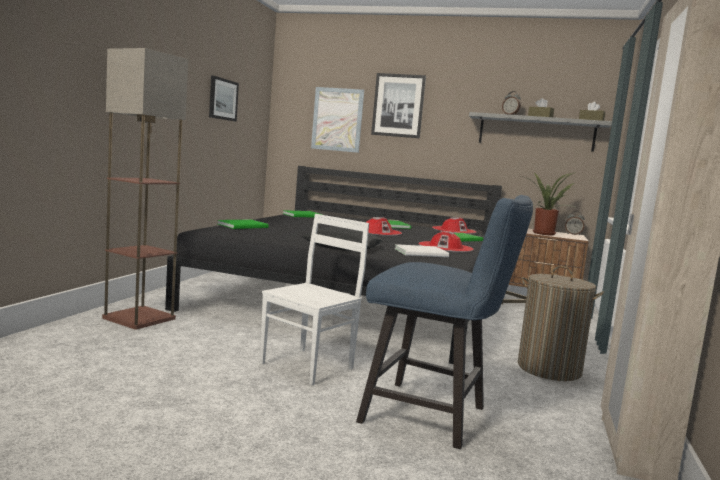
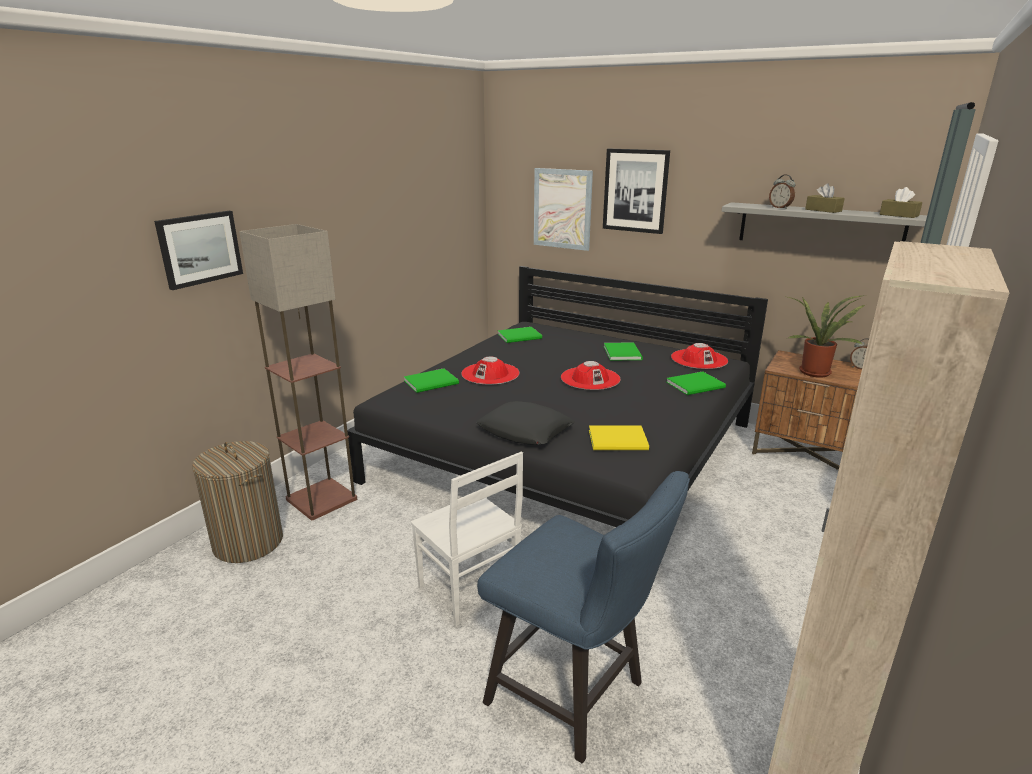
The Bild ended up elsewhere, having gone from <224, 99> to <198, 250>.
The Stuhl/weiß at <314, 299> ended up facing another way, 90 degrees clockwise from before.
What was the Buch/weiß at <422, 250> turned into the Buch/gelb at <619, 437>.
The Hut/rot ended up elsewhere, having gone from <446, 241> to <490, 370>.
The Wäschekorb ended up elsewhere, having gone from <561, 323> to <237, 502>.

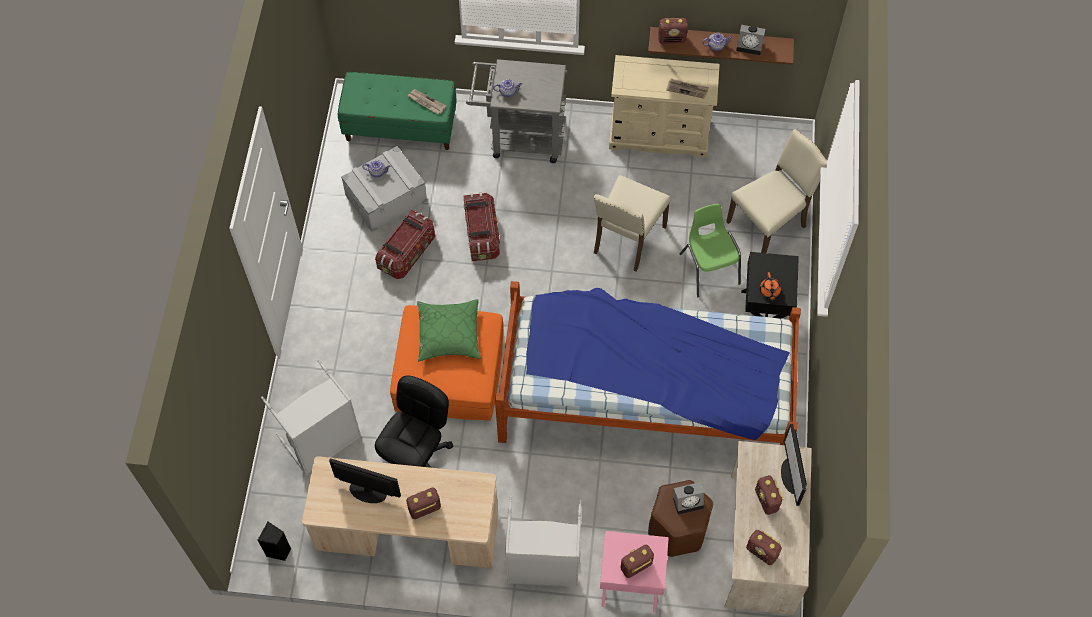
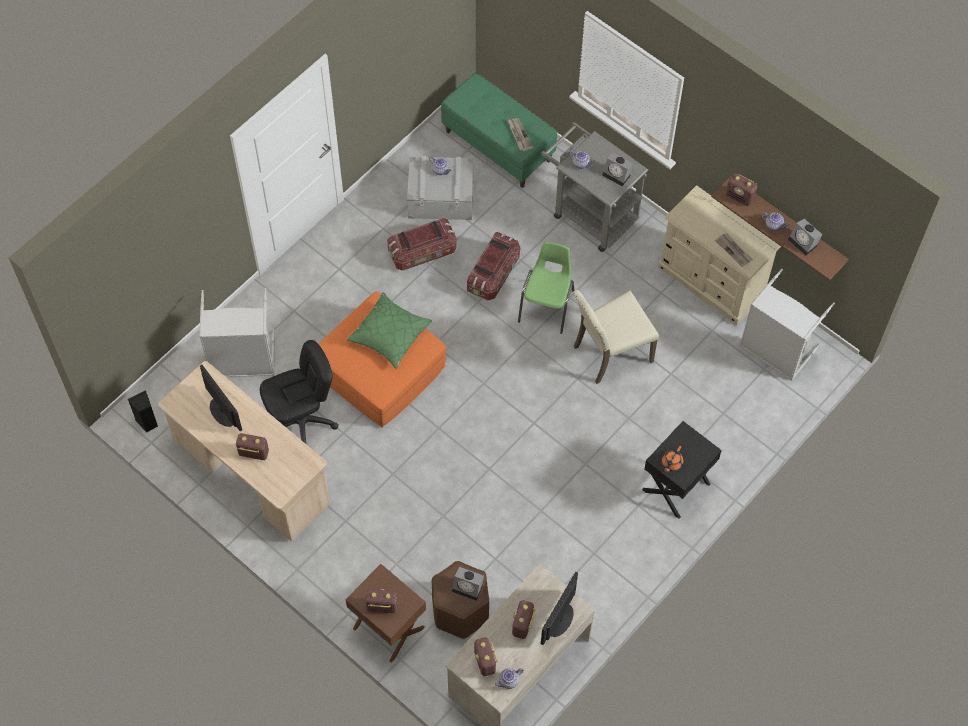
The second view lost the Bett at <648, 363>.
The Wäschekorb/grau ended up elsewhere, having gone from <543, 541> to <787, 325>.
What was the Nachttisch/rosa at <634, 572> turned into the Nachttisch/braun at <385, 613>.
The Stuhl/grün ended up elsewhere, having gone from <710, 250> to <546, 288>.
The second view lost the Stuhl/beige at <776, 191>.
The second view gained the Teekanne at <509, 678>.
The second view gained the Wecker at <617, 169>.

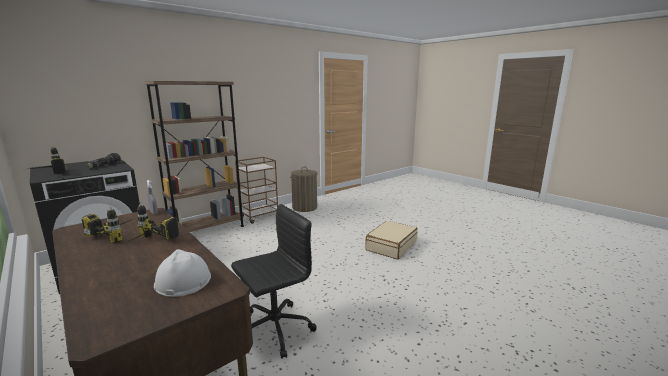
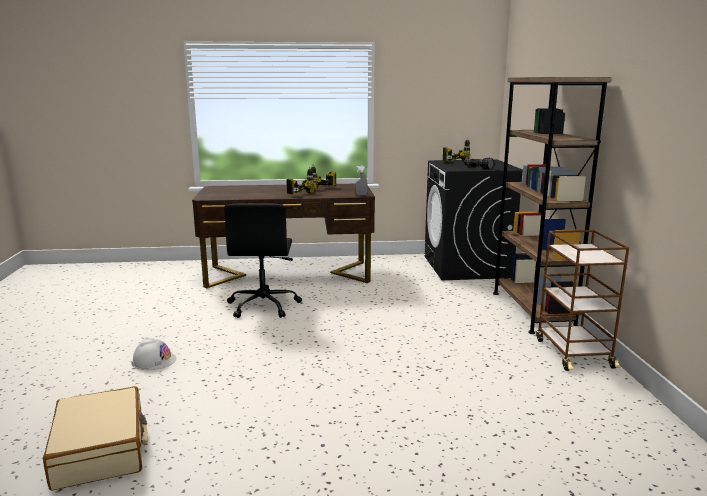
The Schutzhelm/weiß ended up elsewhere, having gone from <182, 273> to <154, 353>.
The second view lost the Wäschekorb at <304, 189>.
The Koffer/beige ended up elsewhere, having gone from <391, 240> to <95, 438>.

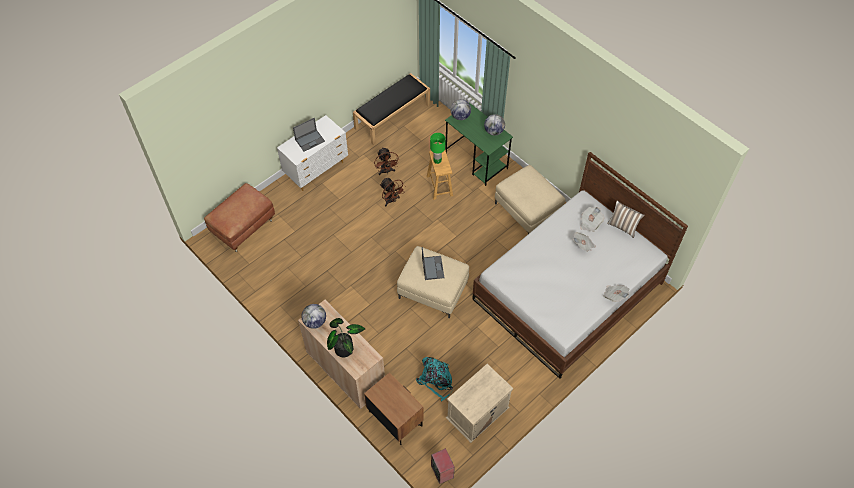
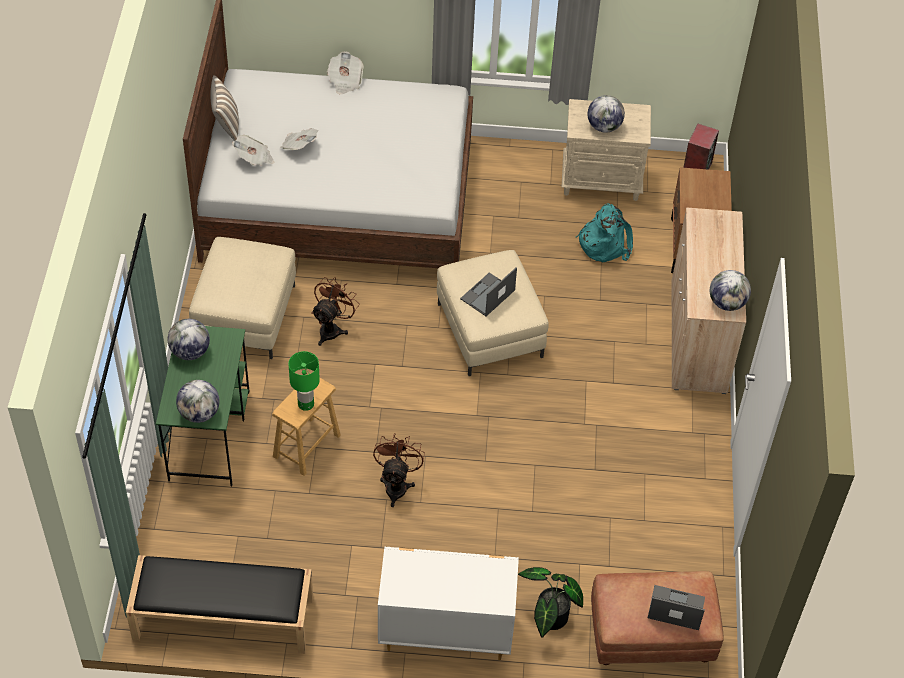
The Laptop ended up elsewhere, having gone from <309, 134> to <676, 607>.
The Topfpflanze ended up elsewhere, having gone from <346, 337> to <550, 602>.
The Ventilator/braun ended up elsewhere, having gone from <387, 161> to <335, 311>.
The second view gained the Globus at <606, 114>.

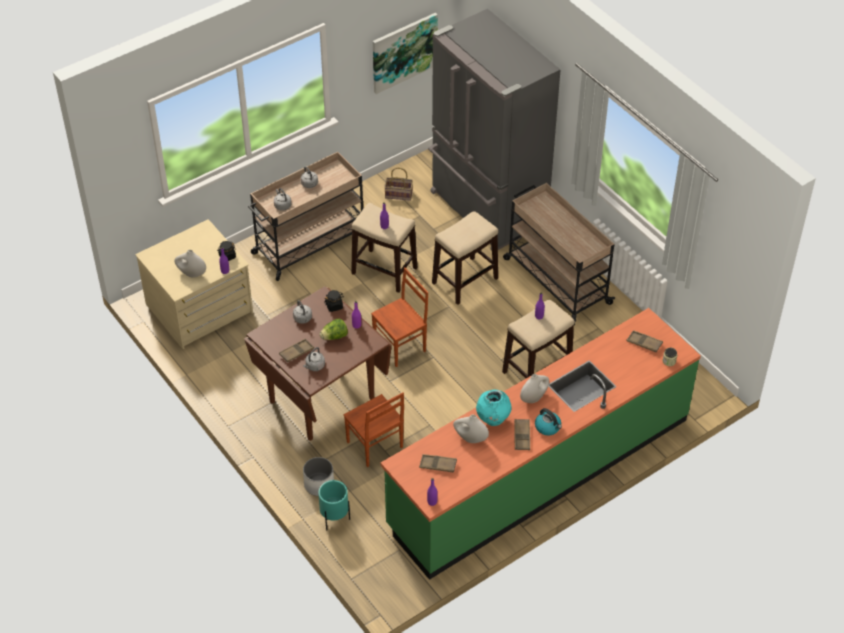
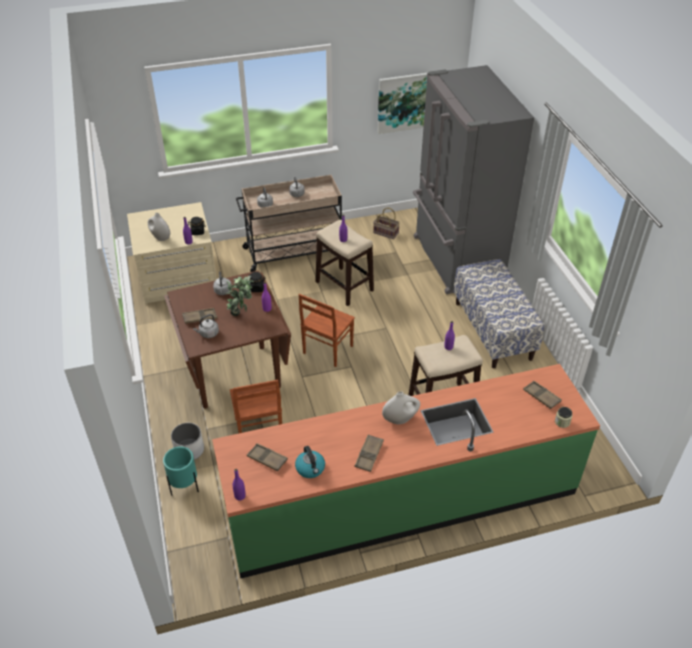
Where the Salatkopf stood at <334, 329>, the Topfpflanze came to stand at <239, 296>.
The Stuhl/braun at <399, 317> ended up facing another way, 135 degrees clockwise from before.
The second view lost the Hocker at <465, 258>.
The second view lost the Vase/weiß at <471, 429>.
The second view lost the Vase/türkis at <493, 408>.
Where the Rollwagen/beige stood at <559, 254>, the Bank came to stand at <499, 313>.
The Wasserkessel ended up elsewhere, having gone from <548, 421> to <310, 462>.

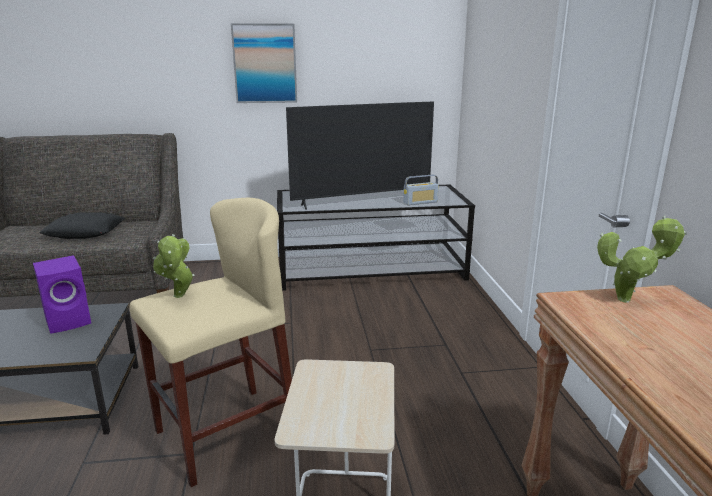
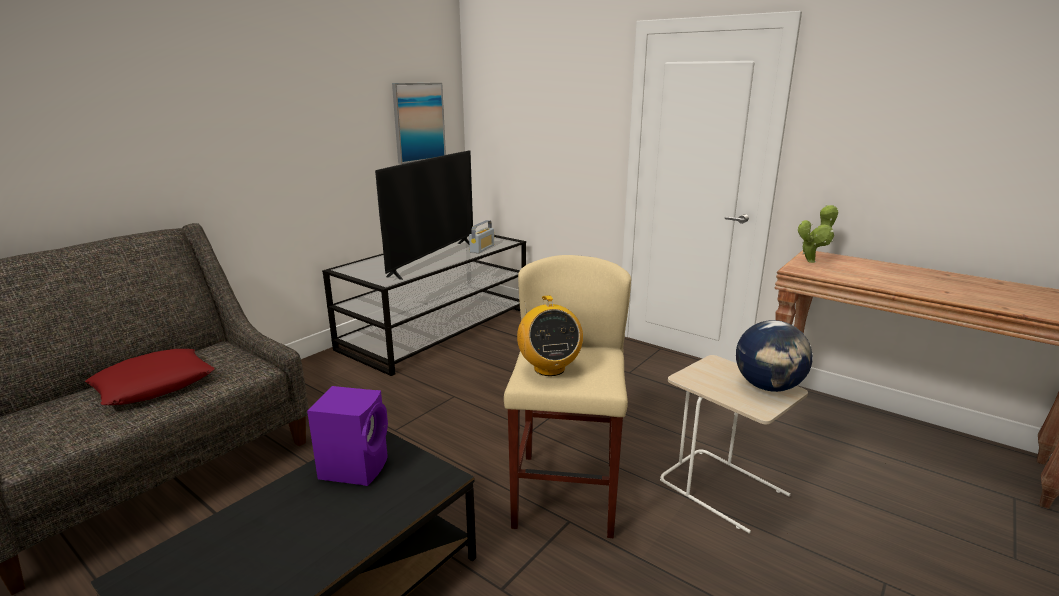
What was the Kissen/schwarz at <82, 225> turned into the Kissen/rot at <149, 377>.
Where the Topfpflanze stood at <173, 266>, the Radio came to stand at <550, 335>.
The Bild ended up elsewhere, having gone from <264, 63> to <419, 123>.
The second view gained the Globus at <774, 356>.

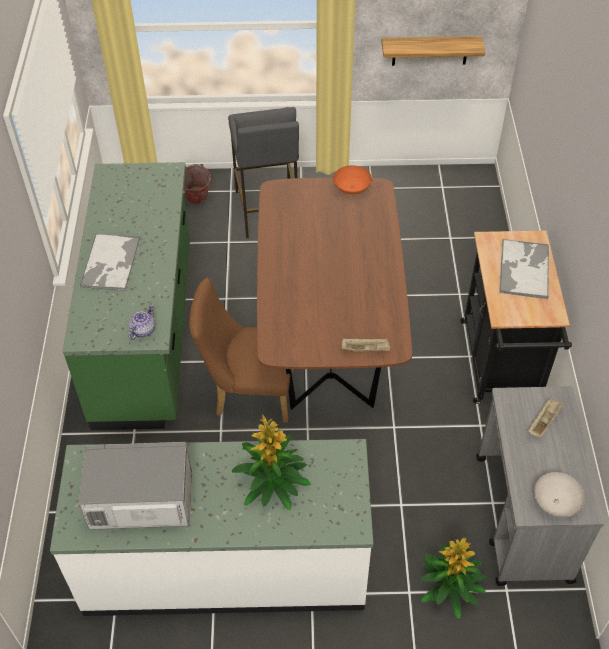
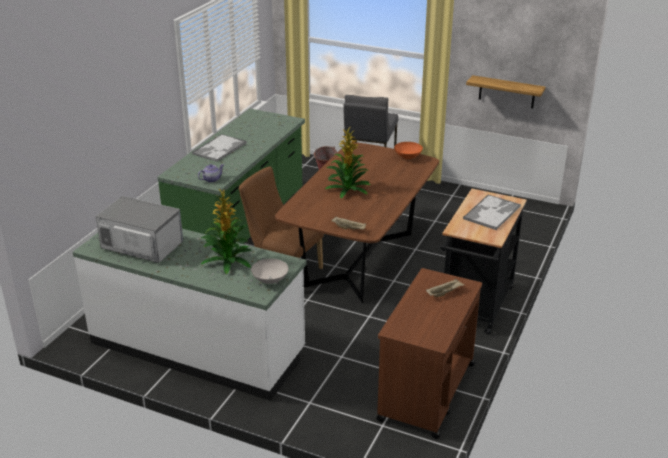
The Topfpflanze ended up elsewhere, having gone from <453, 578> to <347, 162>.
What was the Rollwagen/grau at <540, 486> turned into the Rollwagen/braun at <429, 353>.
The Schüssel/weiß ended up elsewhere, having gone from <559, 494> to <270, 271>.

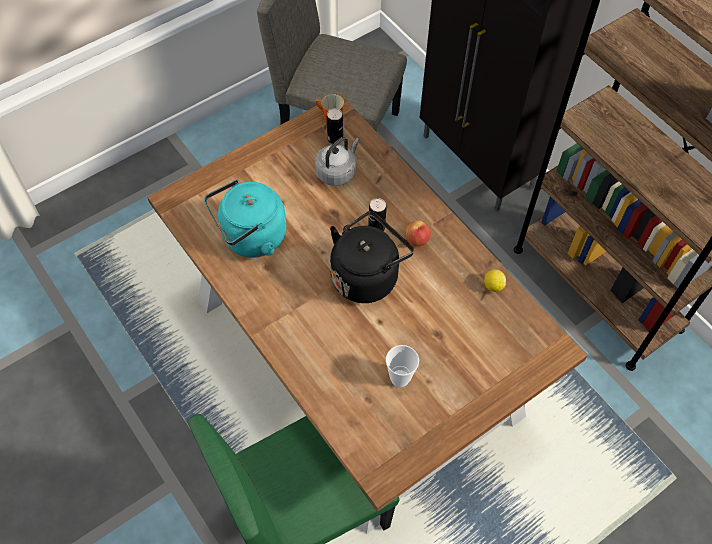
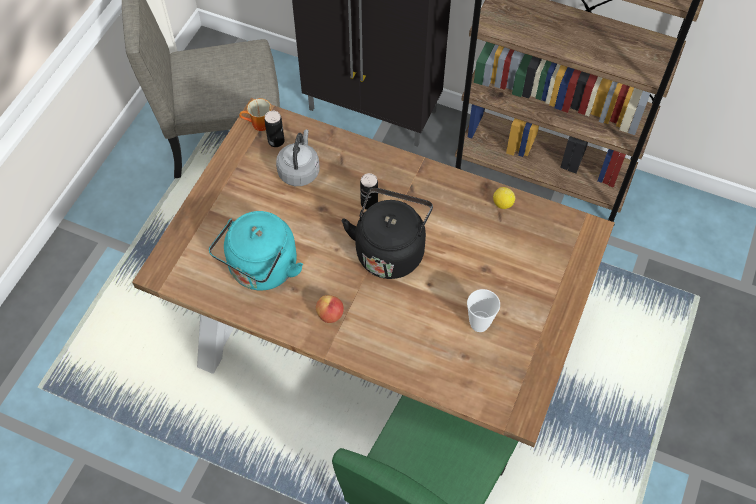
The Apfel ended up elsewhere, having gone from <418, 233> to <330, 309>.

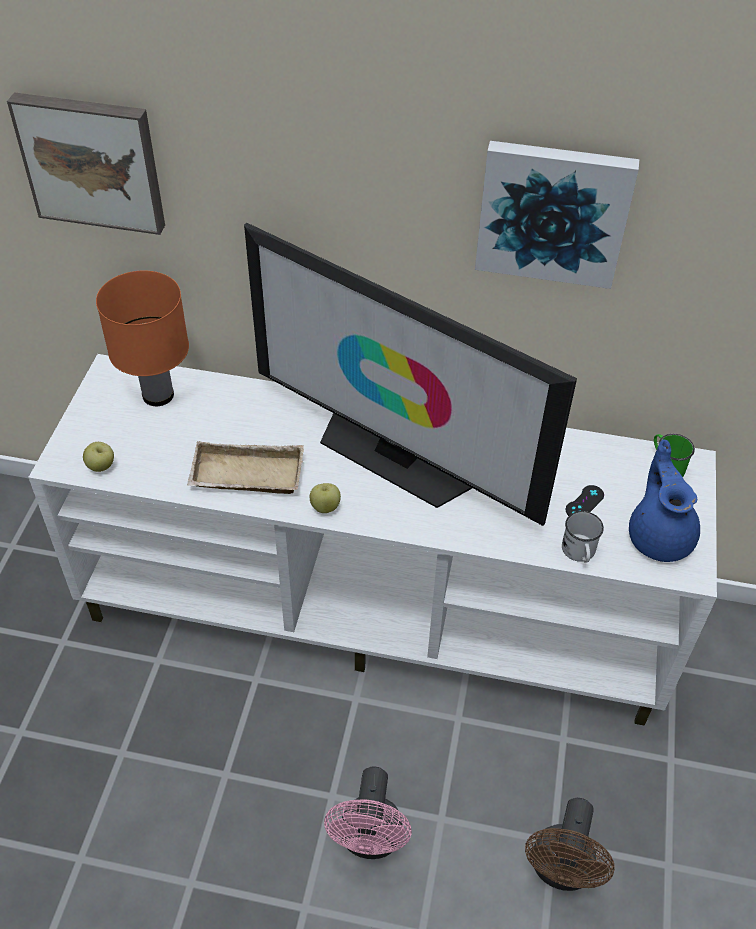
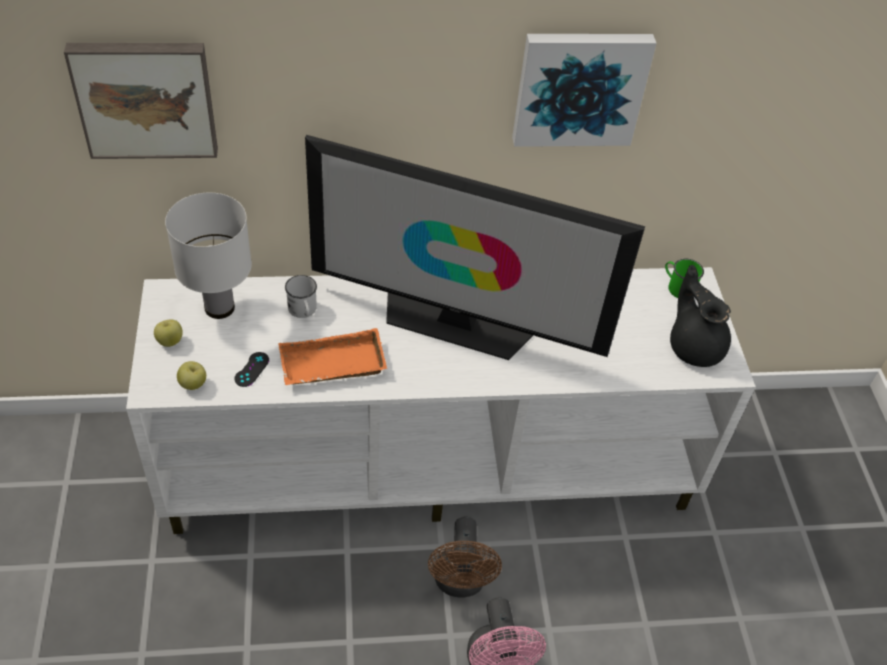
What was the Tischlampe/orange at <142, 338> turned into the Tischlampe/weiß at <208, 256>.
What was the Tablett/beige at <245, 467> turned into the Tablett/orange at <332, 356>.
The Apfel ended up elsewhere, having gone from <325, 498> to <168, 333>.
The Ventilator/braun ended up elsewhere, having gone from <570, 844> to <465, 557>.
The Henkelbecher/weiß ended up elsewhere, having gone from <583, 536> to <301, 296>.
The Gamepad/schwarz ended up elsewhere, having gone from <585, 500> to <251, 369>.
What was the Teekanne/blau at <664, 501> turned into the Teekanne/schwarz at <700, 316>.

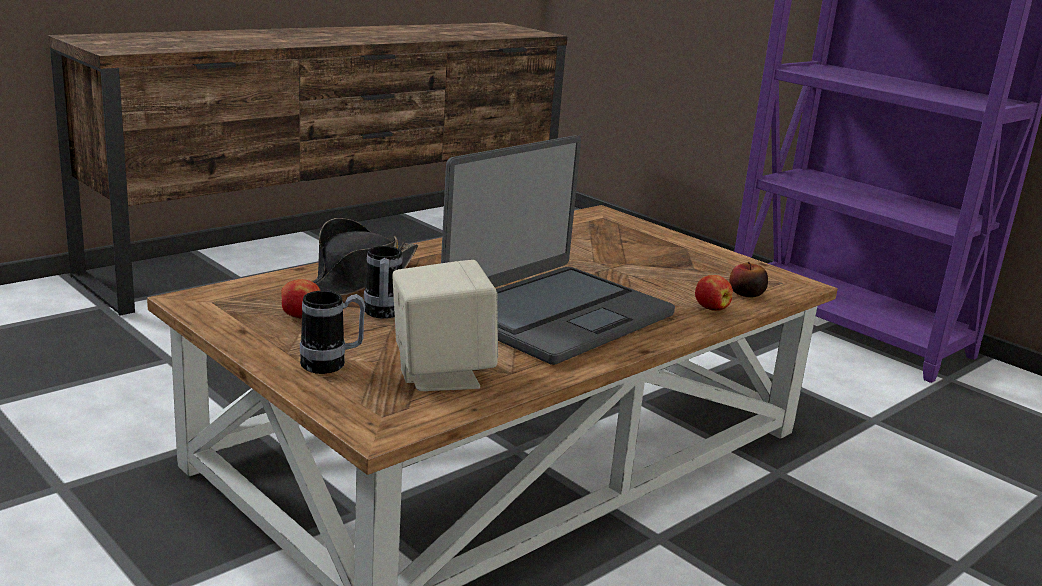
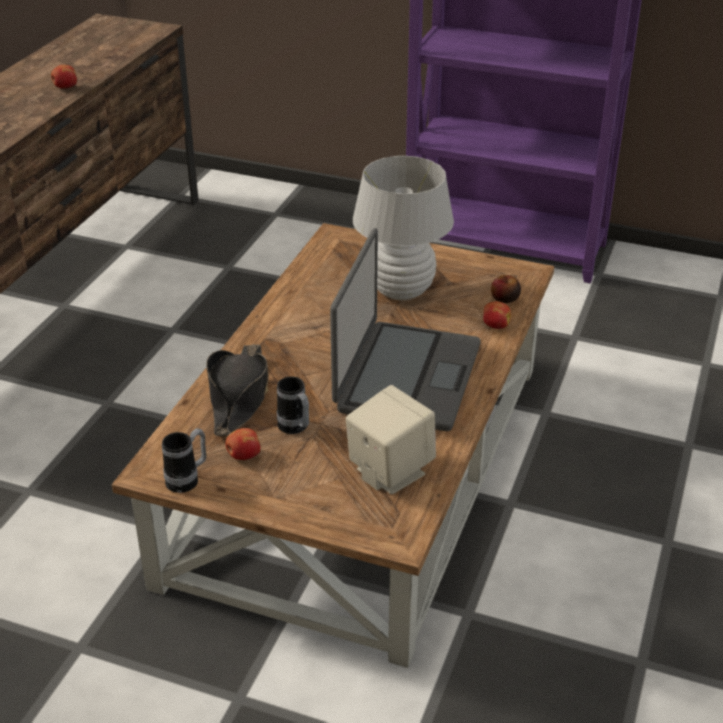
The Henkelbecher ended up elsewhere, having gone from <333, 332> to <184, 460>.
The second view gained the Apfel at <64, 77>.
The second view gained the Tischlampe/weiß at <403, 228>.

